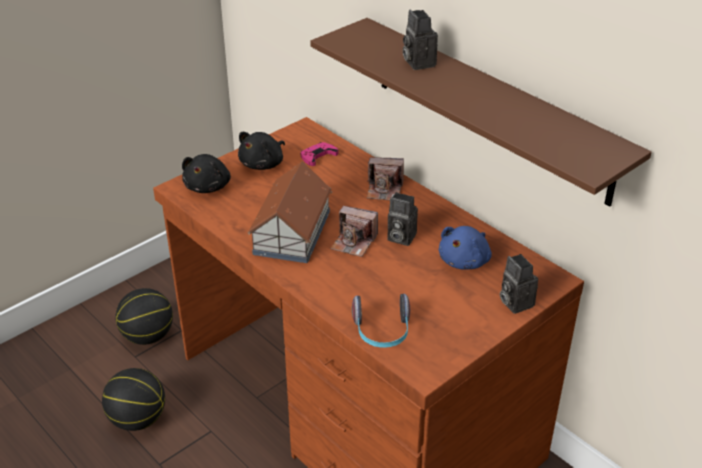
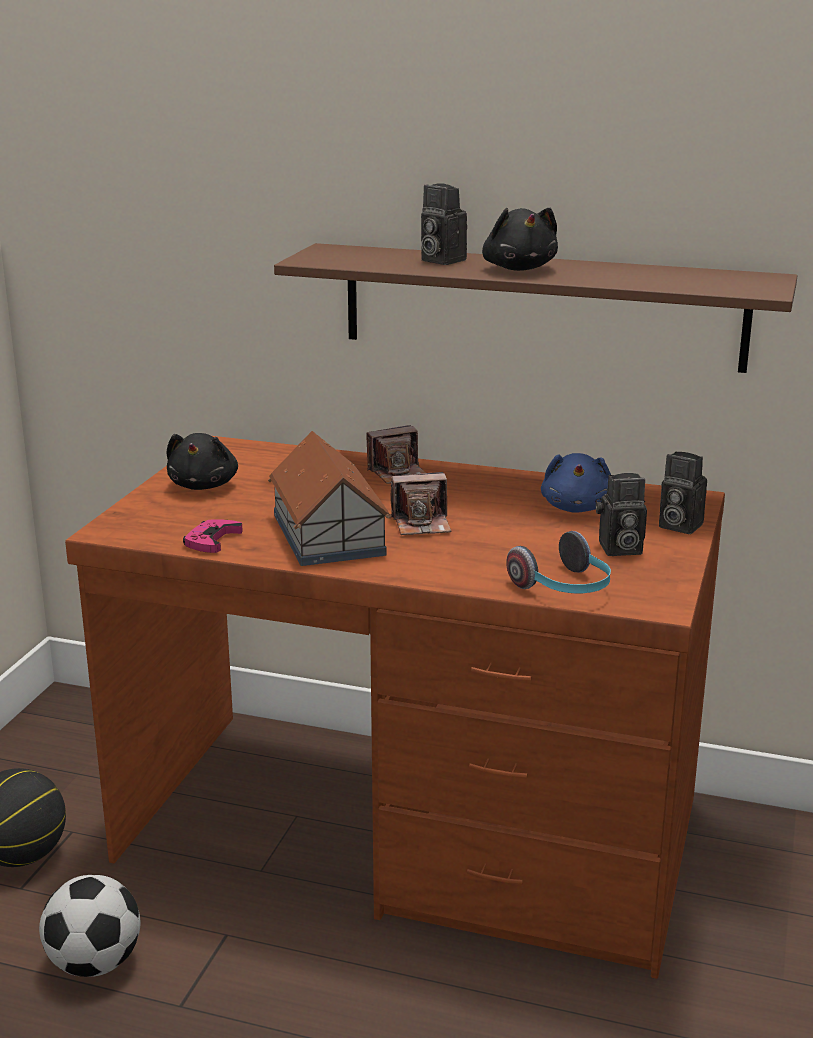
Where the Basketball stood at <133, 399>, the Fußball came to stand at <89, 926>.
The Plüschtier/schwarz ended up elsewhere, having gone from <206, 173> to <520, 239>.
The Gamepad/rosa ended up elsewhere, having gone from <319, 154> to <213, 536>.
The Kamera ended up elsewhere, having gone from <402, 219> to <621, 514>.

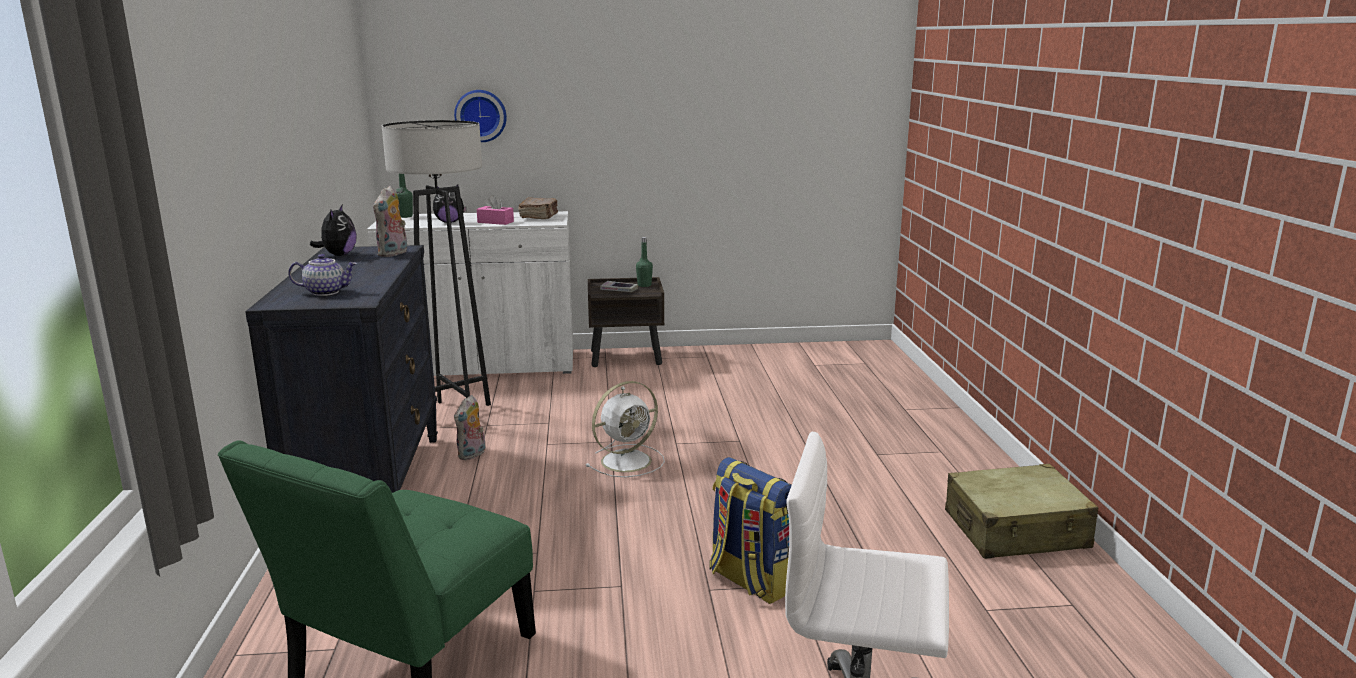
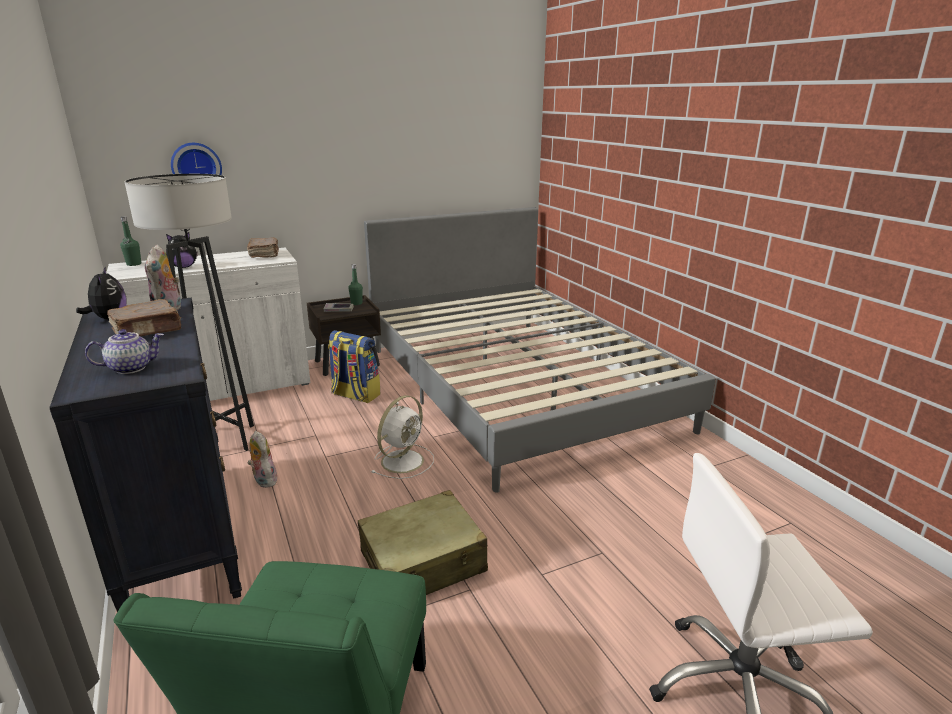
The Plüschtier at <470, 427> ended up facing another way, 135 degrees clockwise from before.
The second view lost the Taschentuchbox/rosa at <495, 210>.
The Rucksack ended up elsewhere, having gone from <750, 530> to <354, 366>.
The Koffer/beige ended up elsewhere, having gone from <1021, 511> to <423, 542>.
The second view gained the Buch/braun at <144, 317>.
The second view gained the Bett/grau at <540, 350>.

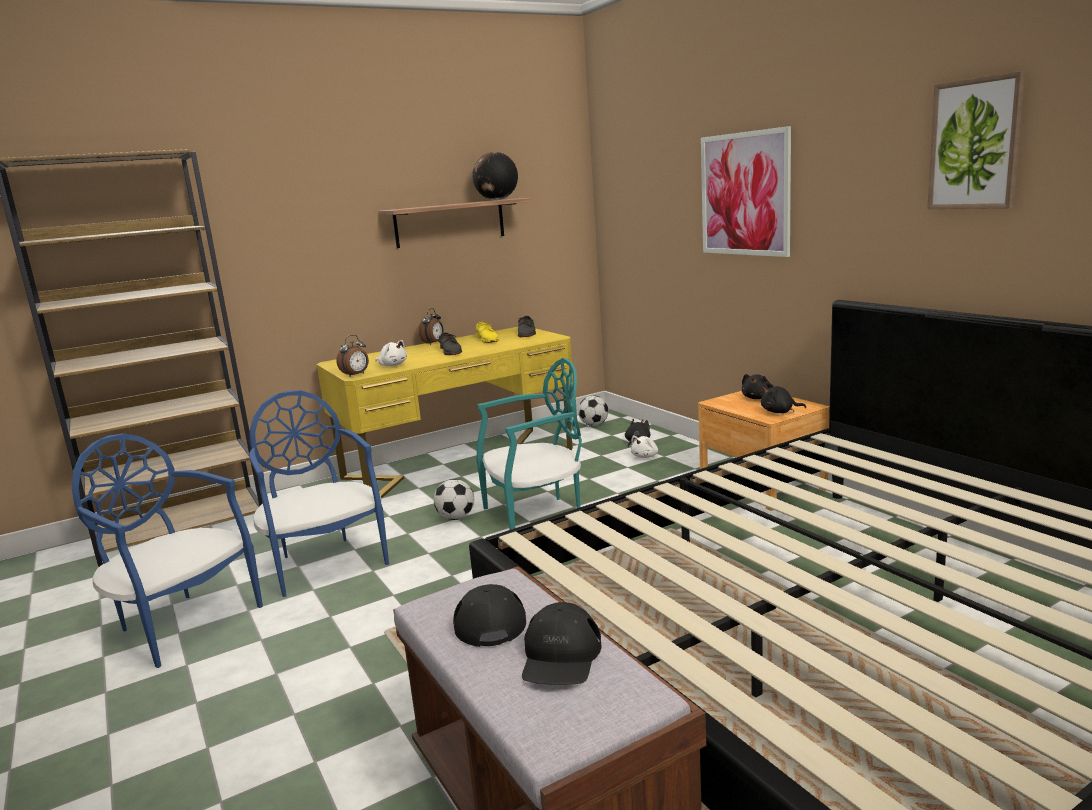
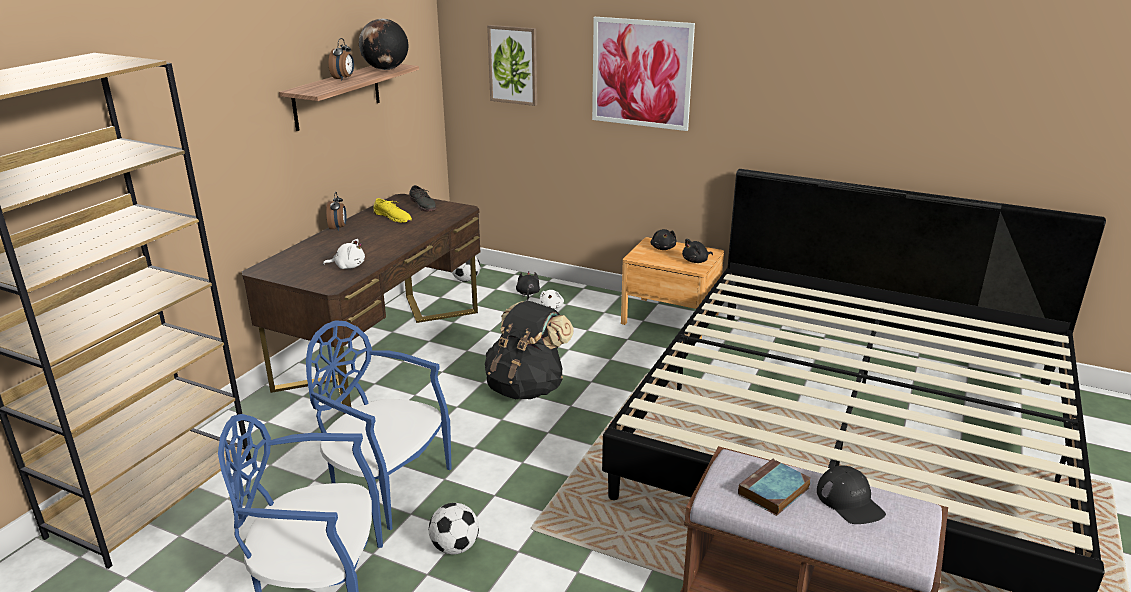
What was the Schreibtisch/gelb at <444, 413> turned into the Schreibtisch/braun at <361, 304>.
The Wecker ended up elsewhere, having gone from <352, 356> to <341, 59>.
The Fußball ended up elsewhere, having gone from <454, 499> to <454, 528>.
The second view lost the Schuh/grau at <450, 343>.
Where the Kappe/schwarz stood at <489, 615>, the Buch came to stand at <774, 487>.
Where the Stuhl/türkis stood at <529, 444>, the Rucksack/schwarz came to stand at <529, 350>.
The Bild ended up elsewhere, having gone from <976, 140> to <512, 65>.

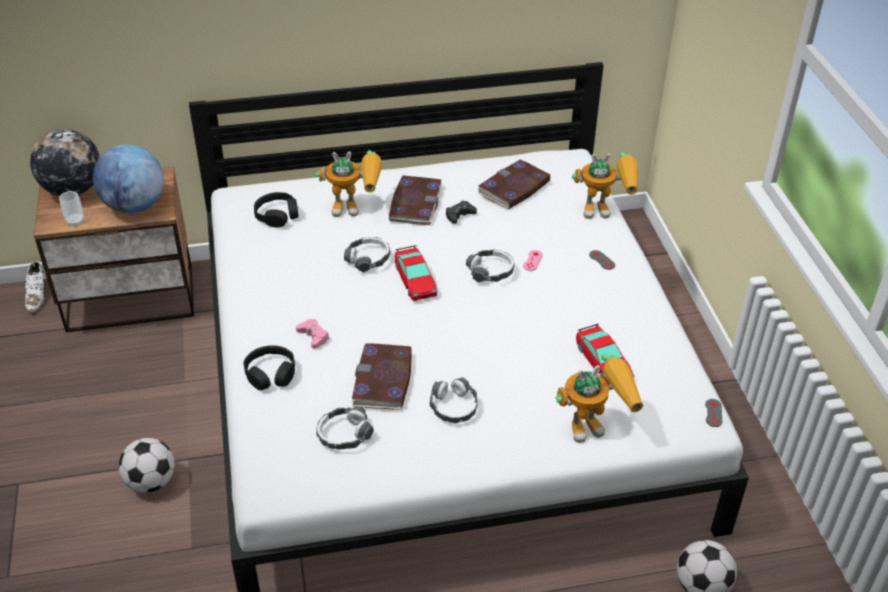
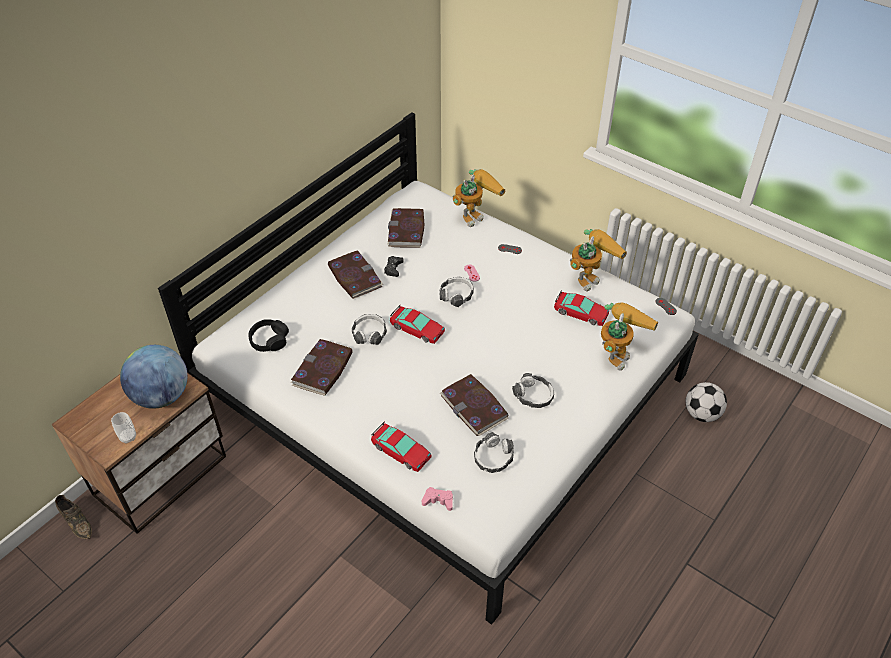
What was the Schuh/weiß at <34, 286> turned into the Schuh/braun at <73, 517>.
The second view lost the Globus at <65, 162>.
The second view lost the Fußball at <147, 465>.
Where the Kopfhörer/schwarz stood at <269, 367>, the Spielzeugauto came to stand at <401, 447>.
The Gamepad/rosa ended up elsewhere, having gone from <312, 334> to <437, 499>.
The Spielzeugroboter ended up elsewhere, having gone from <348, 183> to <598, 260>.
The second view gained the Buch at <321, 367>.

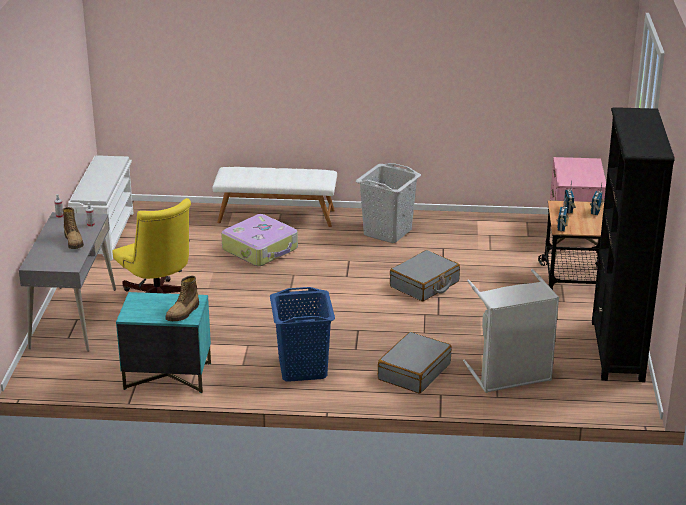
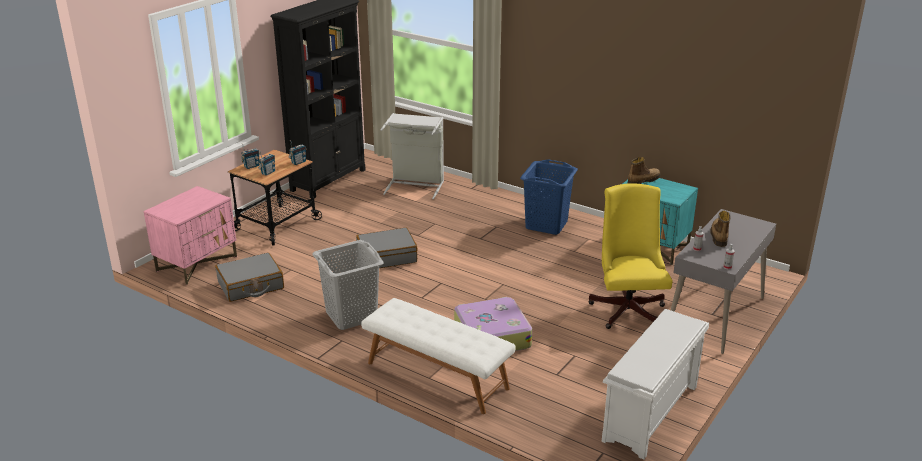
The Koffer/grau ended up elsewhere, having gone from <415, 363> to <249, 277>.

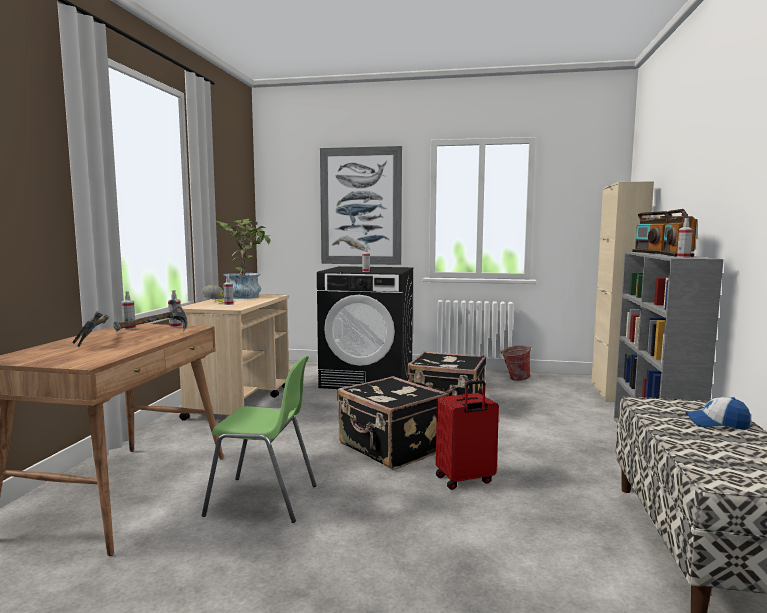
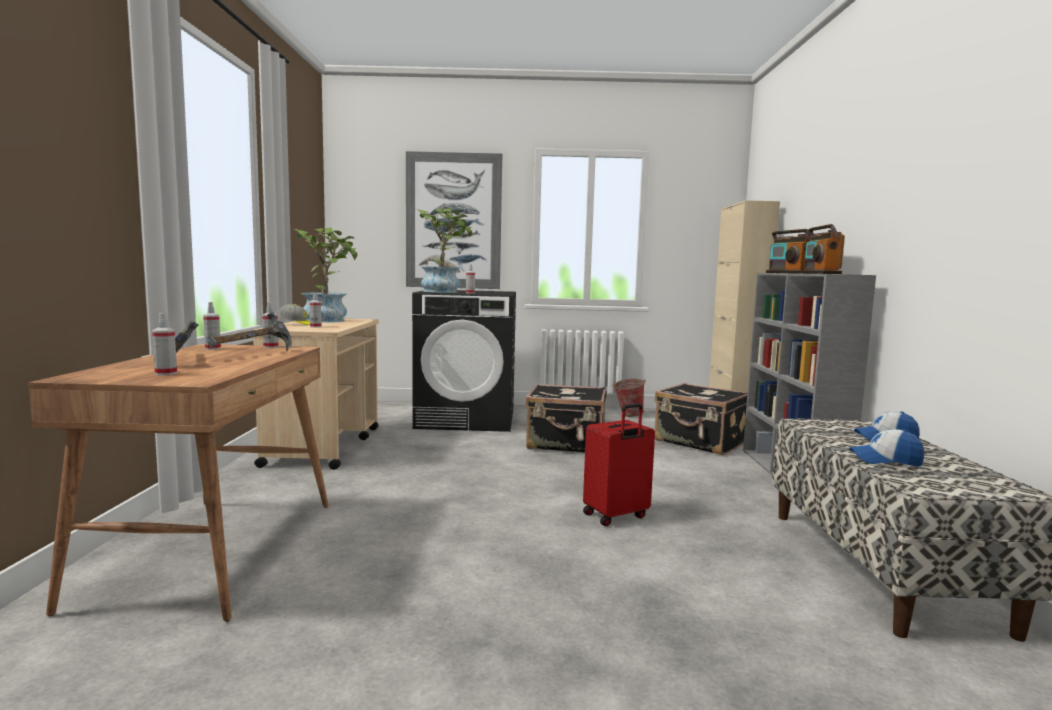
The second view lost the Stuhl/grün at <259, 439>.
The Koffer/schwarz ended up elsewhere, having gone from <393, 423> to <701, 419>.
The Sprühflasche ended up elsewhere, having gone from <685, 238> to <164, 344>.
The second view gained the Topfpflanze at <444, 250>.
The second view gained the Kappe at <886, 448>.

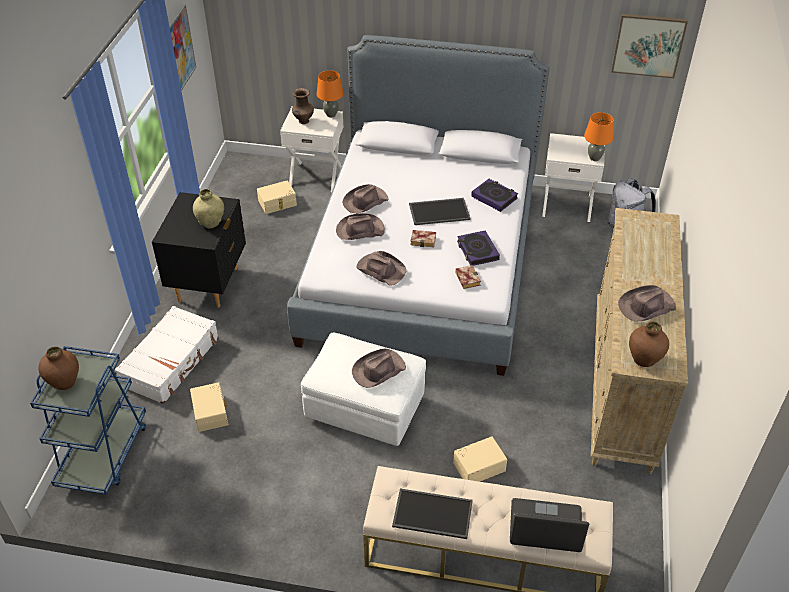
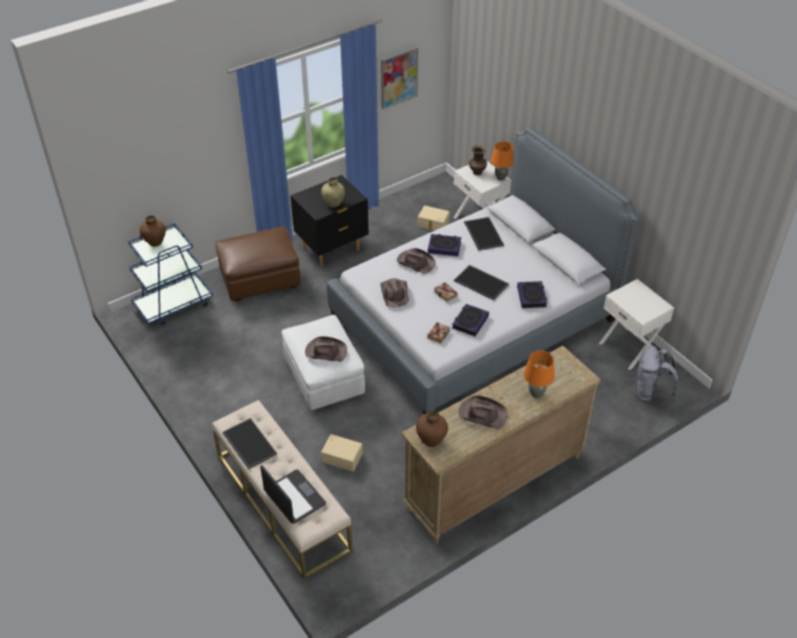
Where the Koffer/weiß stood at <167, 355>, the Polsterhocker/braun came to stand at <258, 264>.
The second view lost the Aufbewahrungsbox/beige at <209, 407>.
Where the Hut/braun stood at <365, 199>, the Buch came to stand at <444, 245>.
The Tischlampe/orange ended up elsewhere, having gone from <599, 136> to <539, 374>.
The second view lost the Bild at <649, 46>.
The second view gained the Tablett at <484, 234>.

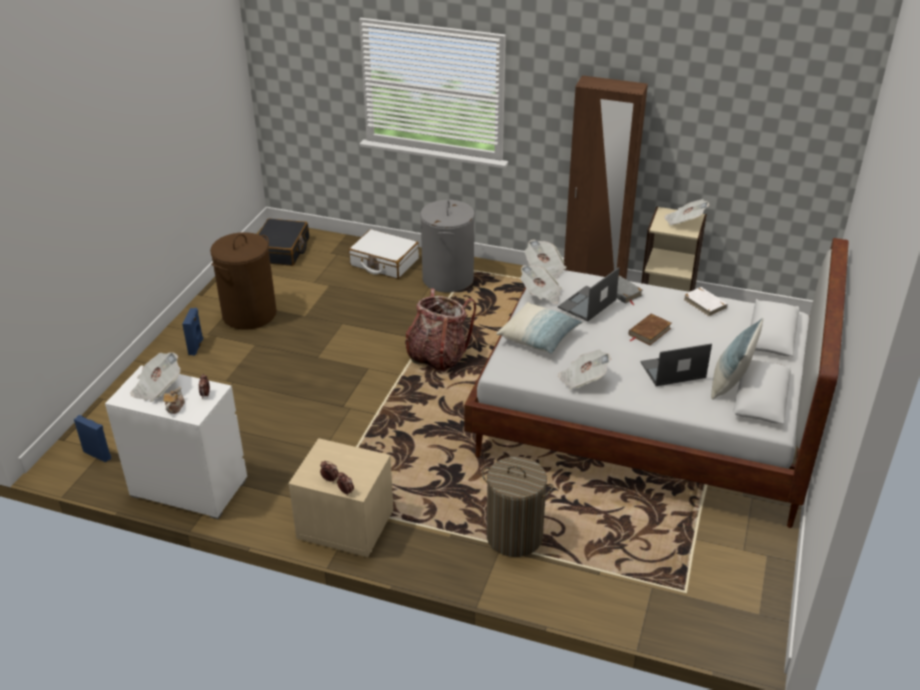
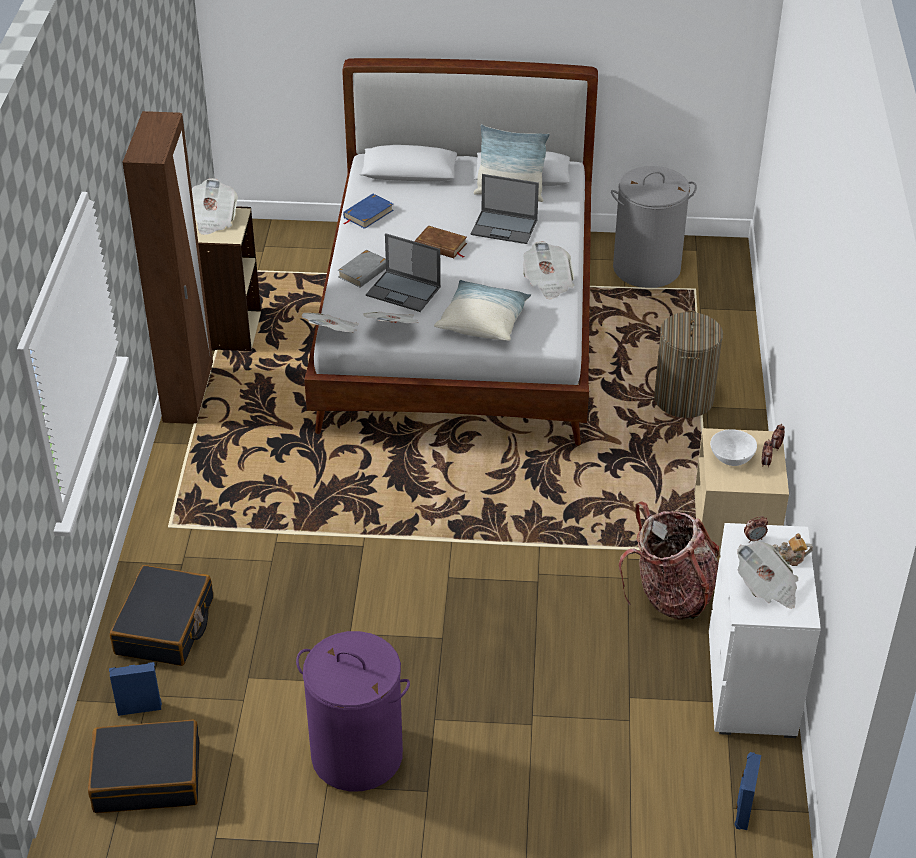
The Lautsprecher/blau ended up elsewhere, having gone from <192, 332> to <135, 689>.
What was the Wäschekorb/braun at <243, 281> turned into the Wäschekorb/lila at <353, 711>.
What was the Koffer/weiß at <384, 254> turned into the Koffer/schwarz at <161, 615>.
The Rucksack ended up elsewhere, having gone from <440, 330> to <669, 560>.
The Wäschekorb/grau ended up elsewhere, having gone from <447, 246> to <654, 227>.
The Laptop at <676, 364> ended up facing another way, 45 degrees counterclockwise from before.
What was the Buch/weiß at <705, 302> turned into the Buch/blau at <368, 211>.
The second view gained the Schüssel/weiß at <733, 447>.

